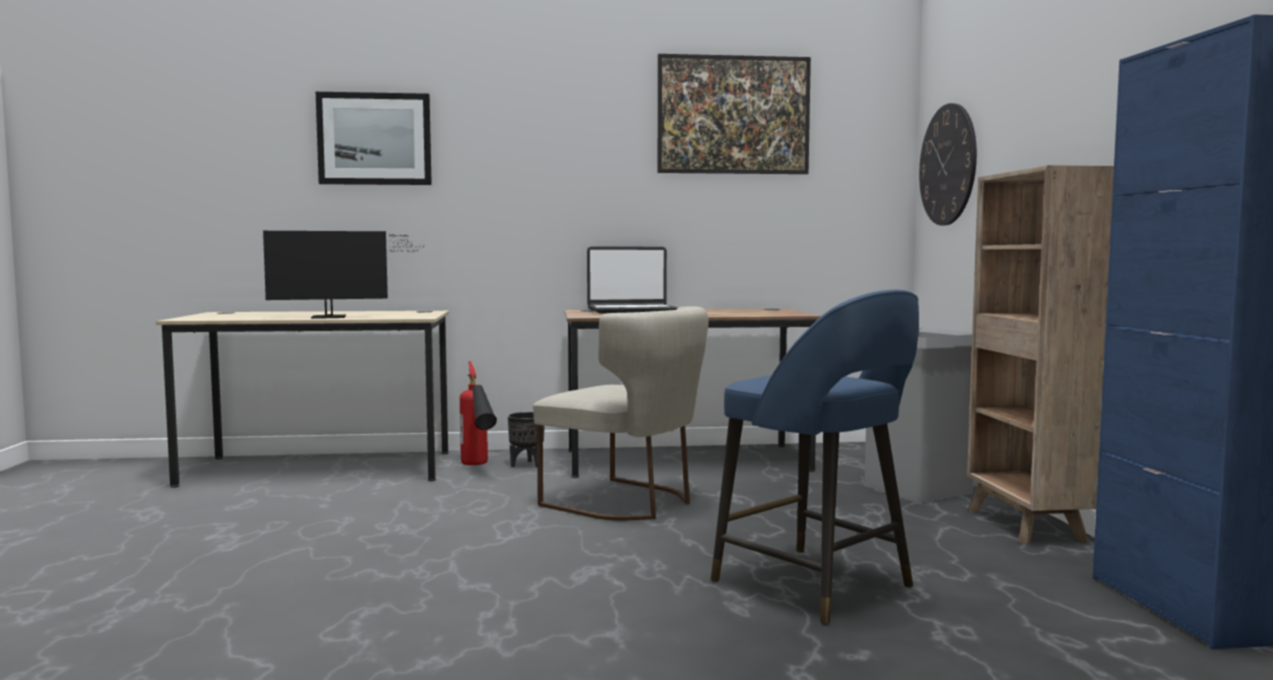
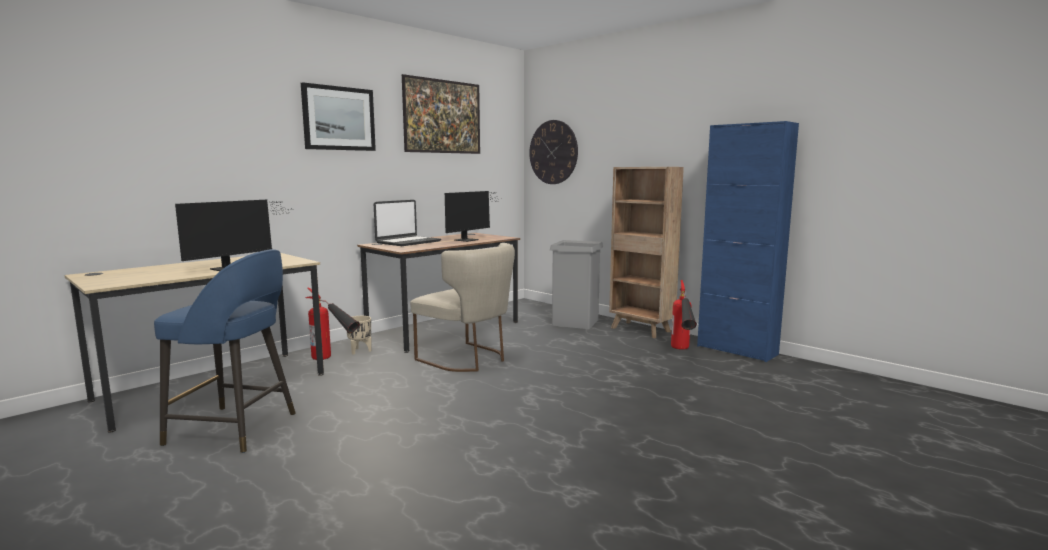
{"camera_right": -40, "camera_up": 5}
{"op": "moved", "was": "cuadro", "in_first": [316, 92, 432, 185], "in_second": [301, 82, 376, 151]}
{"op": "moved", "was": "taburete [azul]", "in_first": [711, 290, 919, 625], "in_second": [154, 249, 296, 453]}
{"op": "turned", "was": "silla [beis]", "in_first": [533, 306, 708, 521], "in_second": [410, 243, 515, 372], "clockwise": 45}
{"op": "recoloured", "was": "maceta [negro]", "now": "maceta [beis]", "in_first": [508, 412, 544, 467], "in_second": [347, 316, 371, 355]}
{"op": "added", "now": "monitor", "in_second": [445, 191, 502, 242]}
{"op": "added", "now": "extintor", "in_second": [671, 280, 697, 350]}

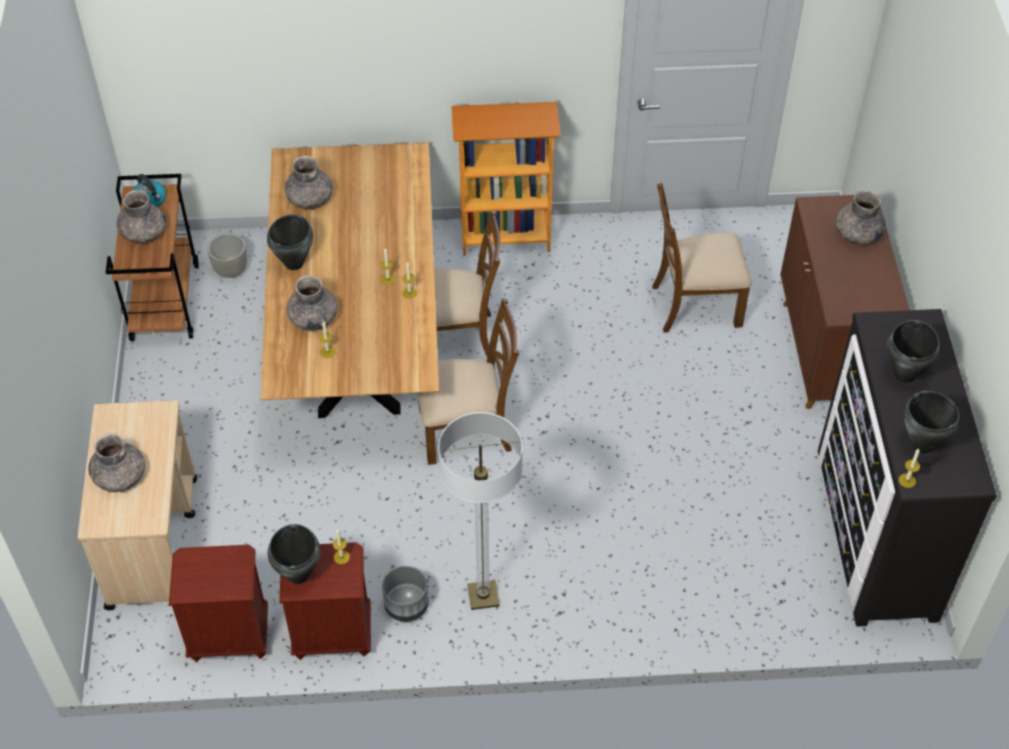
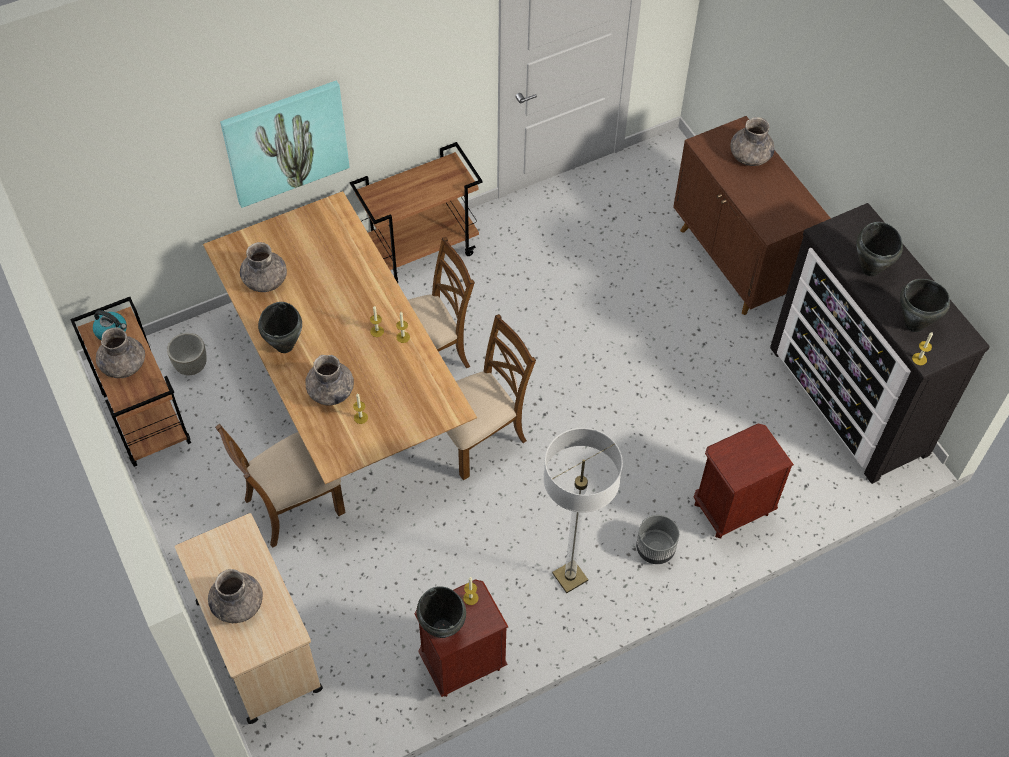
{"camera_right": -25, "camera_up": 5}
{"op": "replaced", "was": "estantería", "now": "carrito [marrón]", "in_first": [451, 102, 561, 256], "in_second": [350, 142, 483, 283]}
{"op": "moved", "was": "silla [marrón]", "in_first": [652, 183, 752, 333], "in_second": [215, 424, 346, 548]}
{"op": "moved", "was": "mesita de noche [marrón]", "in_first": [169, 545, 268, 662], "in_second": [693, 424, 794, 539]}
{"op": "moved", "was": "maceta [gris]", "in_first": [382, 566, 429, 622], "in_second": [636, 515, 679, 564]}
{"op": "added", "now": "cuadro", "in_second": [220, 80, 350, 208]}

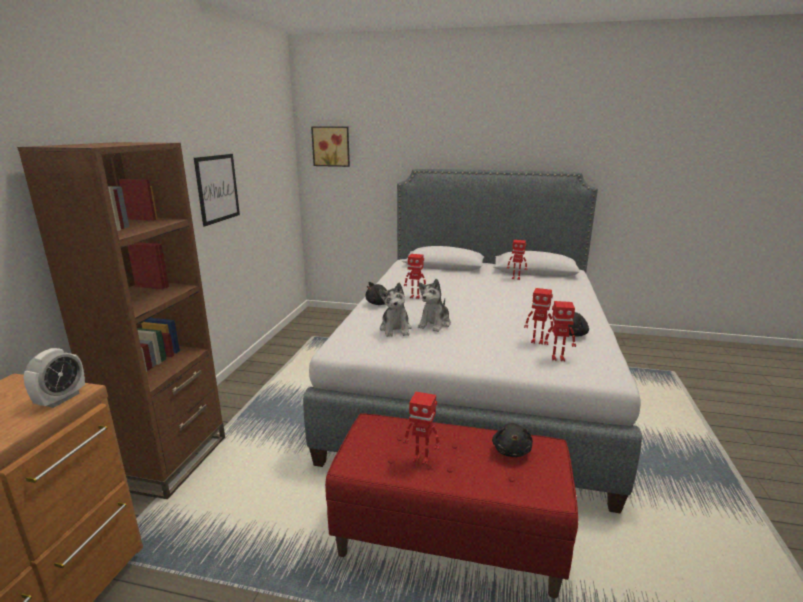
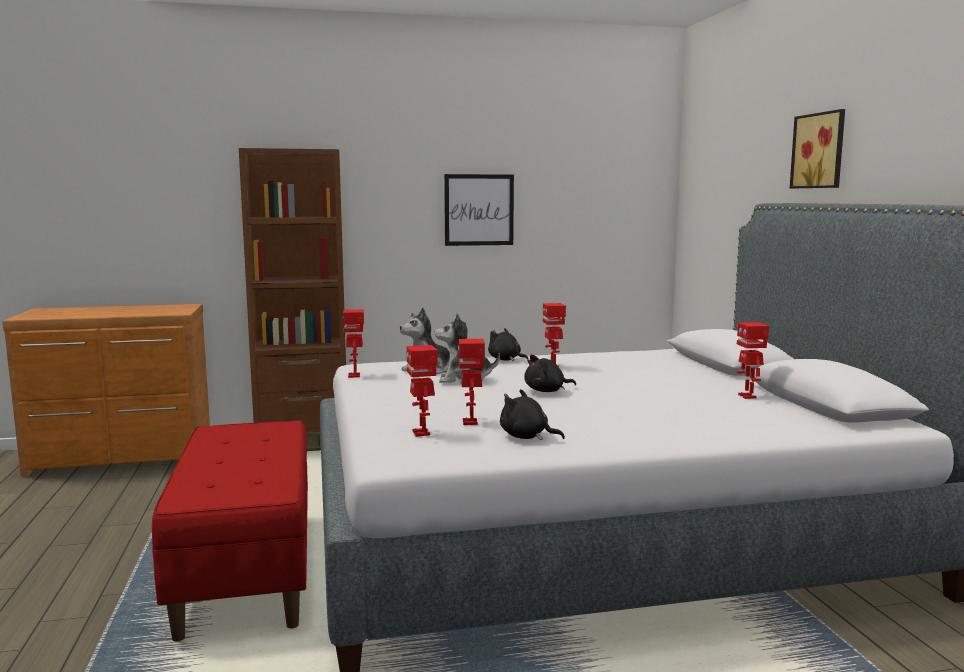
{"camera_right": 65, "camera_up": -10}
{"op": "moved", "was": "cuadro", "in_first": [311, 126, 350, 167], "in_second": [790, 109, 845, 188]}
{"op": "removed", "was": "despertador", "in_first": [23, 348, 85, 408]}
{"op": "moved", "was": "robot de juguete", "in_first": [403, 392, 440, 465], "in_second": [343, 309, 364, 378]}
{"op": "moved", "was": "peluche [negro]", "in_first": [492, 423, 533, 457], "in_second": [524, 355, 576, 392]}

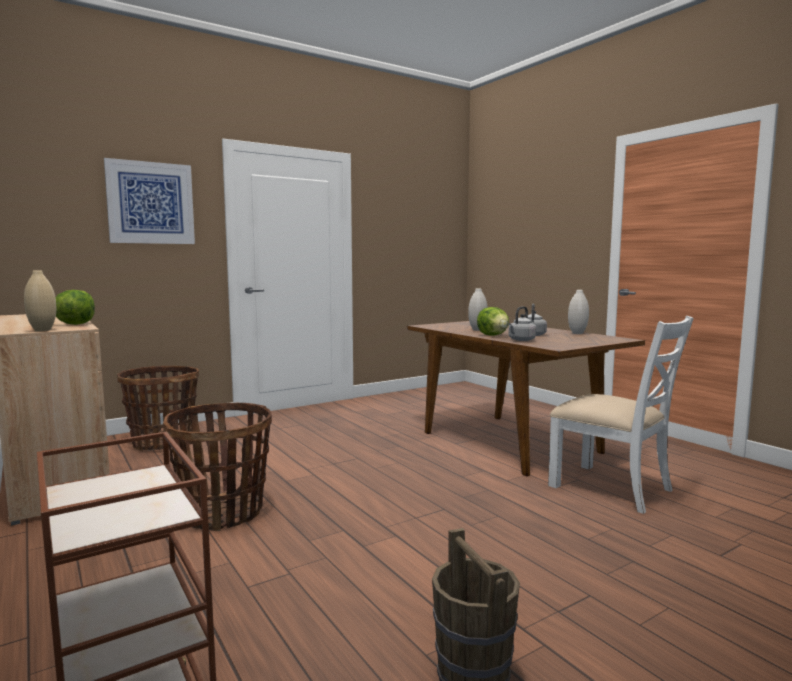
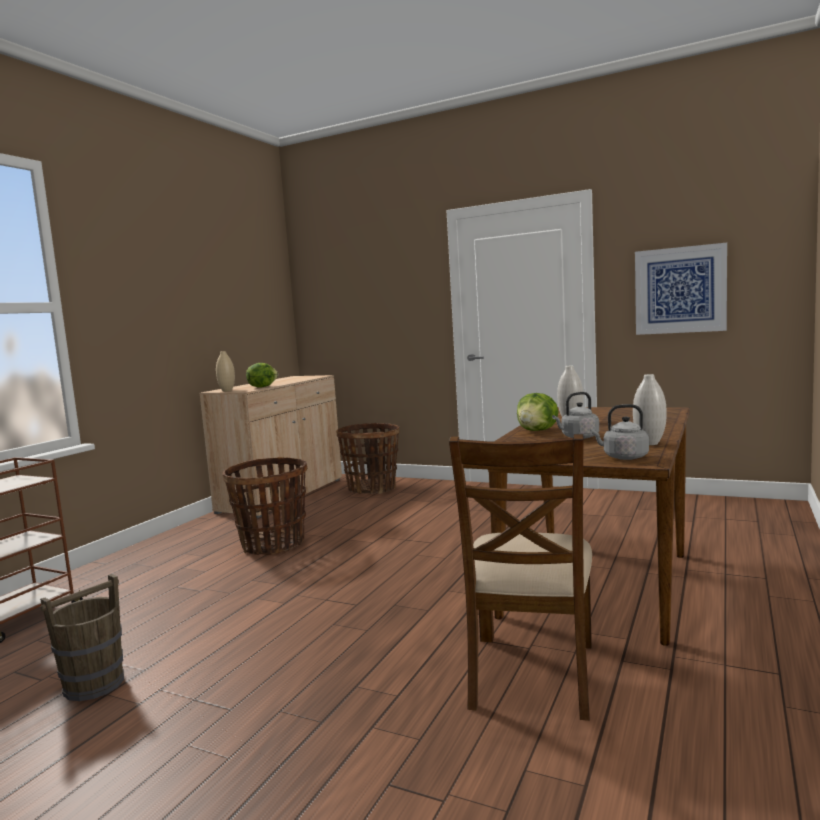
{"camera_right": 60, "camera_up": 0}
{"op": "moved", "was": "cuadro", "in_first": [104, 158, 195, 244], "in_second": [635, 243, 727, 335]}
{"op": "moved", "was": "hervidor [gris]", "in_first": [508, 306, 536, 341], "in_second": [590, 404, 649, 460]}
{"op": "recoloured", "was": "silla [blanco]", "now": "silla [marrón]", "in_first": [548, 316, 694, 514], "in_second": [449, 434, 592, 721]}

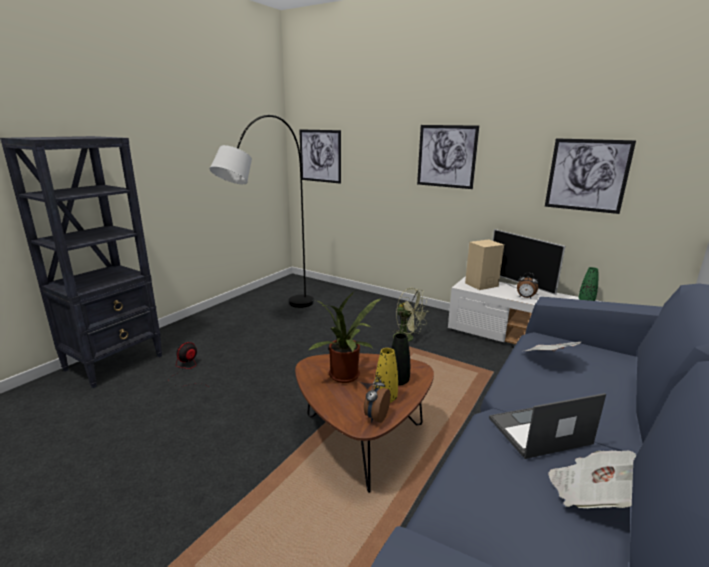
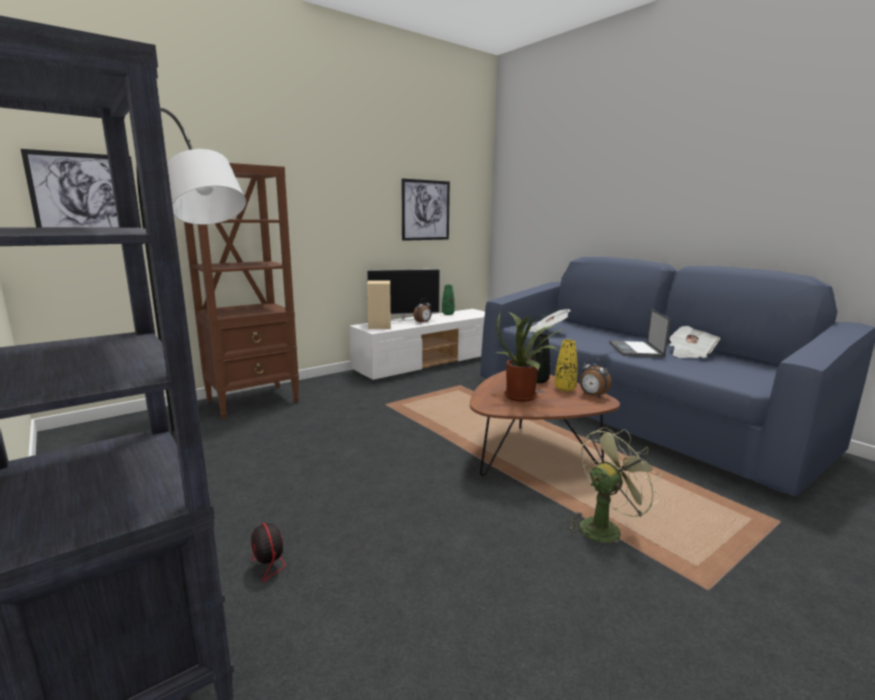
{"camera_right": -70, "camera_up": -5}
{"op": "removed", "was": "cuadro", "in_first": [417, 125, 479, 189]}
{"op": "moved", "was": "ventilador [verde]", "in_first": [393, 288, 429, 342], "in_second": [568, 427, 662, 543]}
{"op": "added", "now": "estantería [marrón]", "in_second": [184, 163, 299, 419]}

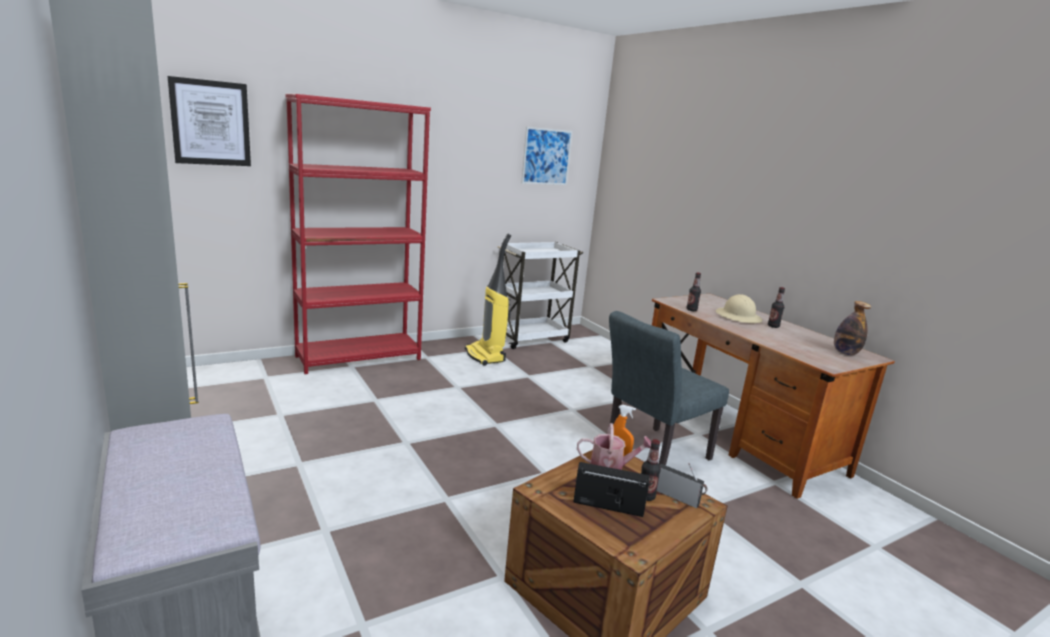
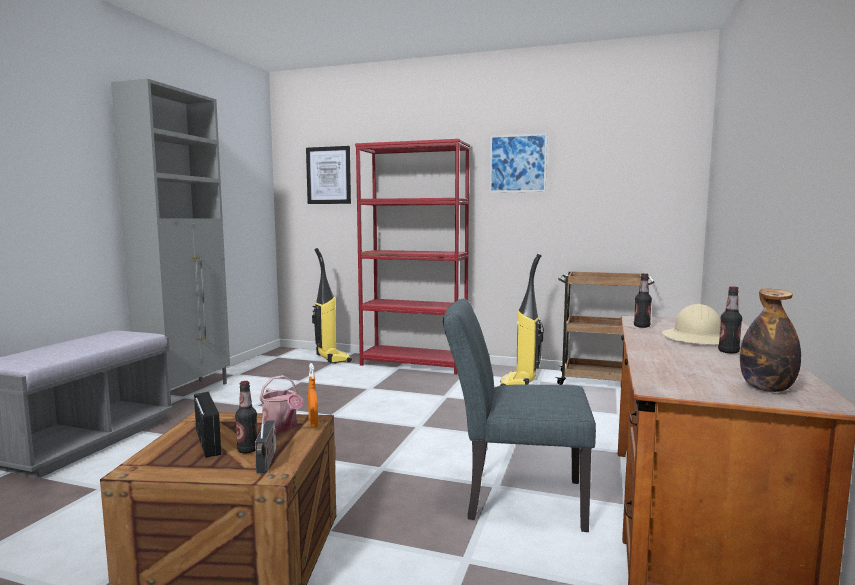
{"camera_right": 50, "camera_up": -10}
{"op": "moved", "was": "cuadro", "in_first": [522, 127, 573, 185], "in_second": [489, 133, 547, 193]}
{"op": "recoloured", "was": "carrito [blanco]", "now": "carrito [marrón]", "in_first": [497, 242, 583, 349], "in_second": [554, 271, 655, 385]}
{"op": "added", "now": "aspiradora", "in_second": [312, 248, 352, 364]}

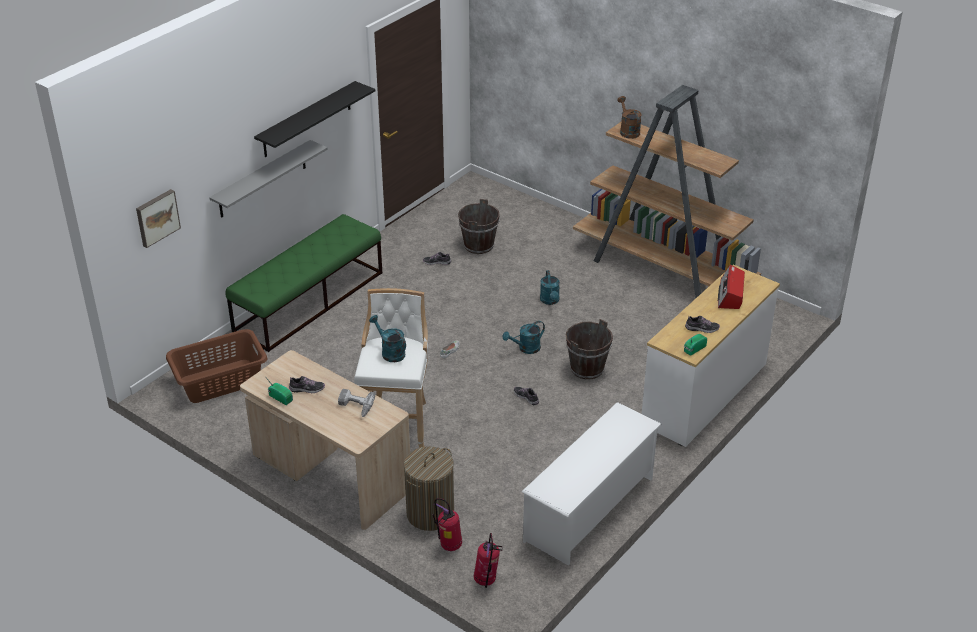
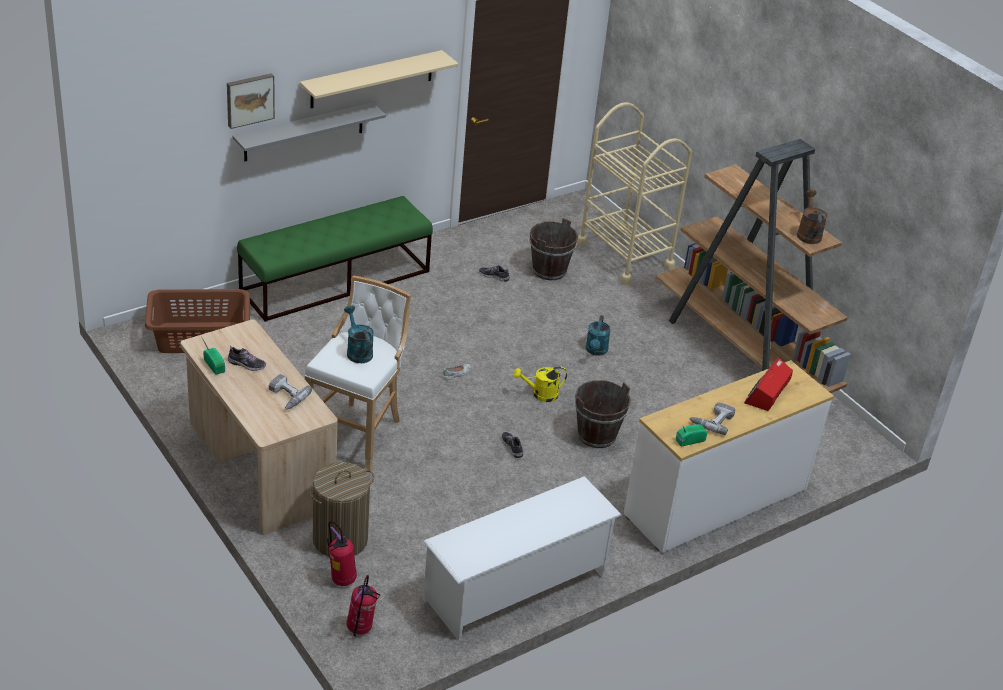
{"camera_right": 15, "camera_up": 0}
{"op": "recoloured", "was": "estante [negro]", "now": "estante [beis]", "in_first": [254, 81, 375, 158], "in_second": [300, 50, 458, 108]}
{"op": "moved", "was": "regadera [marrón]", "in_first": [617, 96, 642, 139], "in_second": [797, 190, 828, 244]}
{"op": "moved", "was": "cuadro", "in_first": [136, 189, 181, 248], "in_second": [227, 73, 275, 129]}
{"op": "replaced", "was": "zapato", "now": "taladro", "in_first": [685, 315, 720, 333], "in_second": [689, 402, 735, 435]}
{"op": "recoloured", "was": "regadera [turquesa]", "now": "regadera [amarillo]", "in_first": [502, 321, 545, 354], "in_second": [513, 366, 567, 402]}
{"op": "added", "now": "carrito [beis]", "in_second": [577, 102, 692, 285]}

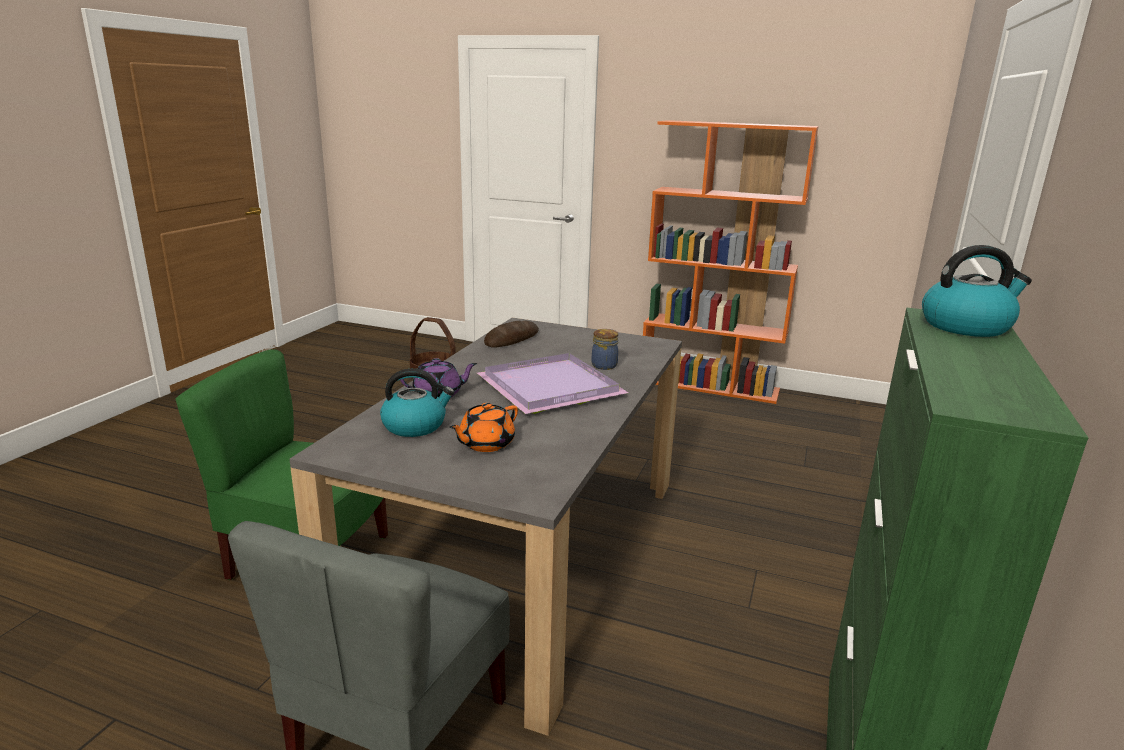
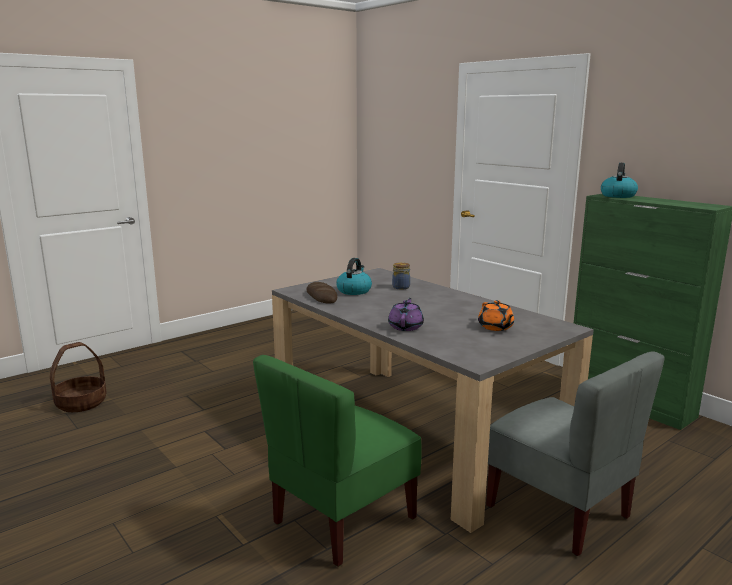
{"camera_right": -60, "camera_up": -5}
{"op": "removed", "was": "estantería [naranja]", "in_first": [643, 120, 819, 404]}
{"op": "removed", "was": "bandeja [morado]", "in_first": [477, 353, 629, 414]}
{"op": "moved", "was": "hervidor", "in_first": [380, 369, 455, 437], "in_second": [336, 258, 372, 295]}

